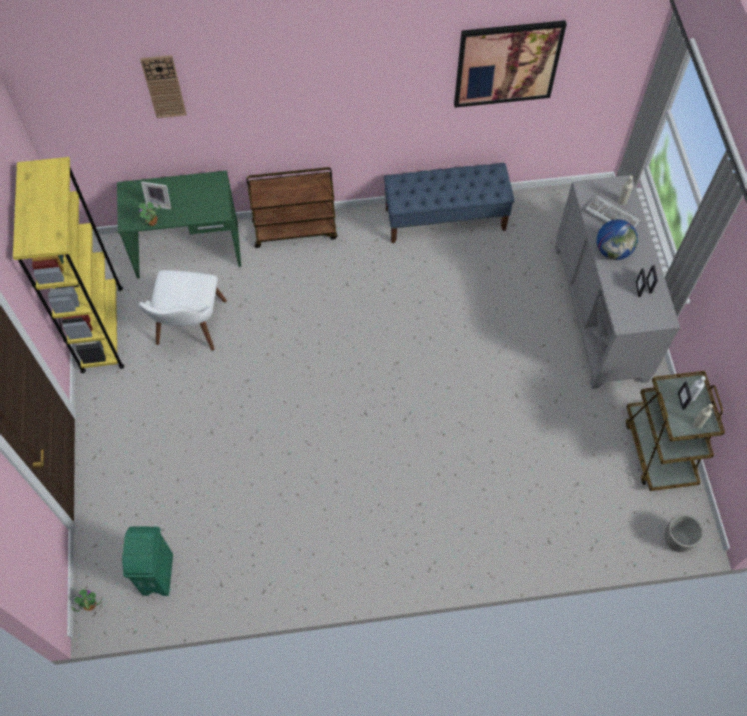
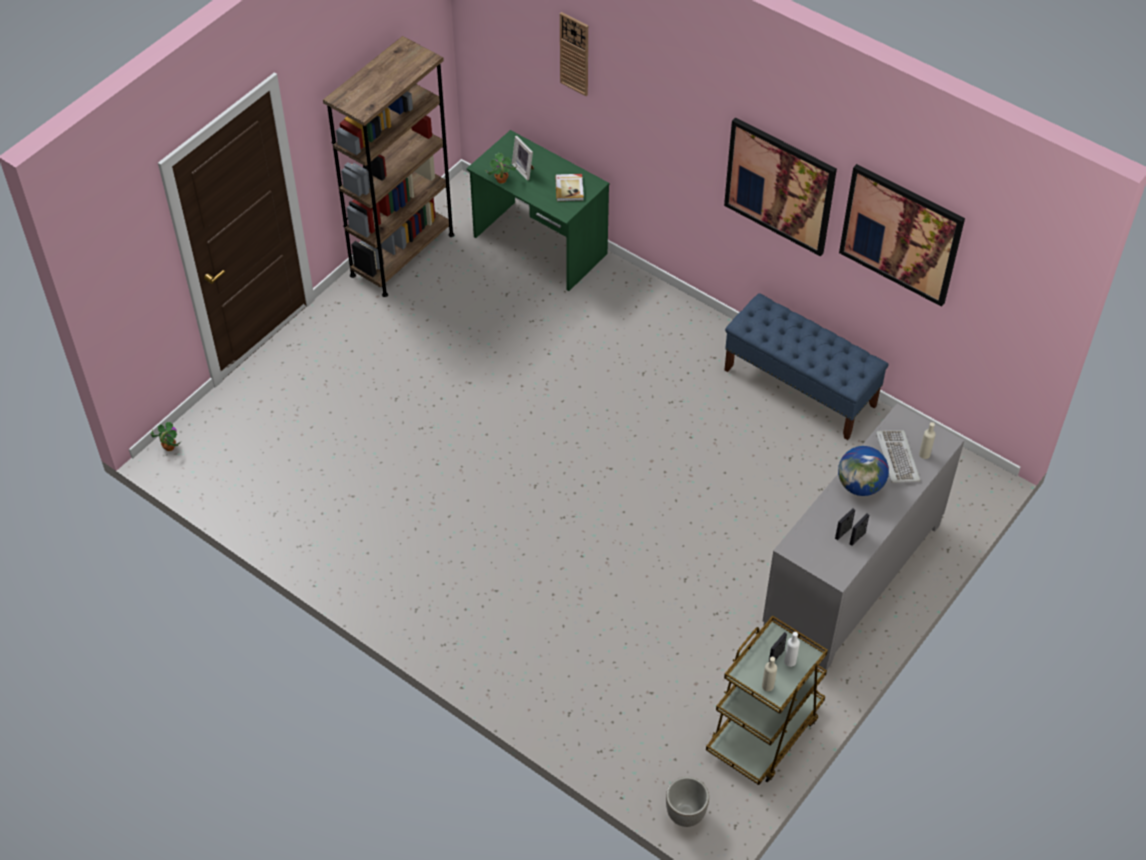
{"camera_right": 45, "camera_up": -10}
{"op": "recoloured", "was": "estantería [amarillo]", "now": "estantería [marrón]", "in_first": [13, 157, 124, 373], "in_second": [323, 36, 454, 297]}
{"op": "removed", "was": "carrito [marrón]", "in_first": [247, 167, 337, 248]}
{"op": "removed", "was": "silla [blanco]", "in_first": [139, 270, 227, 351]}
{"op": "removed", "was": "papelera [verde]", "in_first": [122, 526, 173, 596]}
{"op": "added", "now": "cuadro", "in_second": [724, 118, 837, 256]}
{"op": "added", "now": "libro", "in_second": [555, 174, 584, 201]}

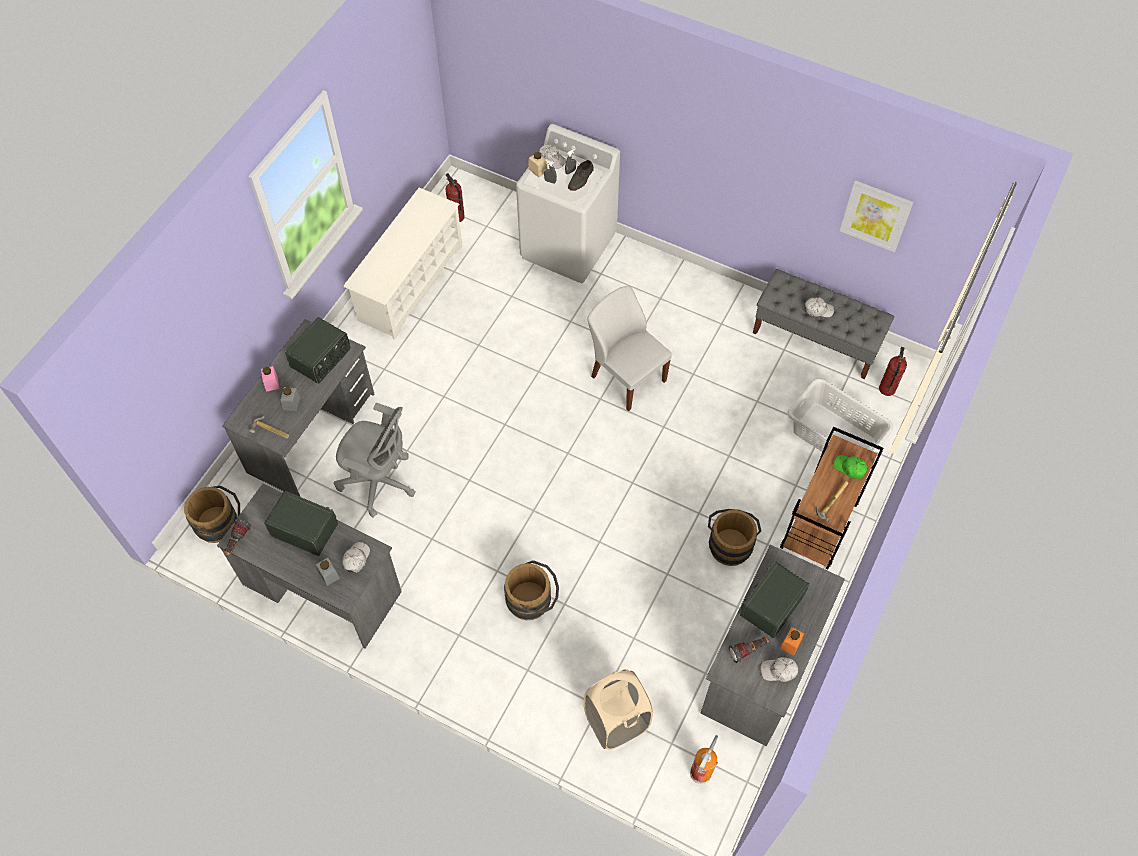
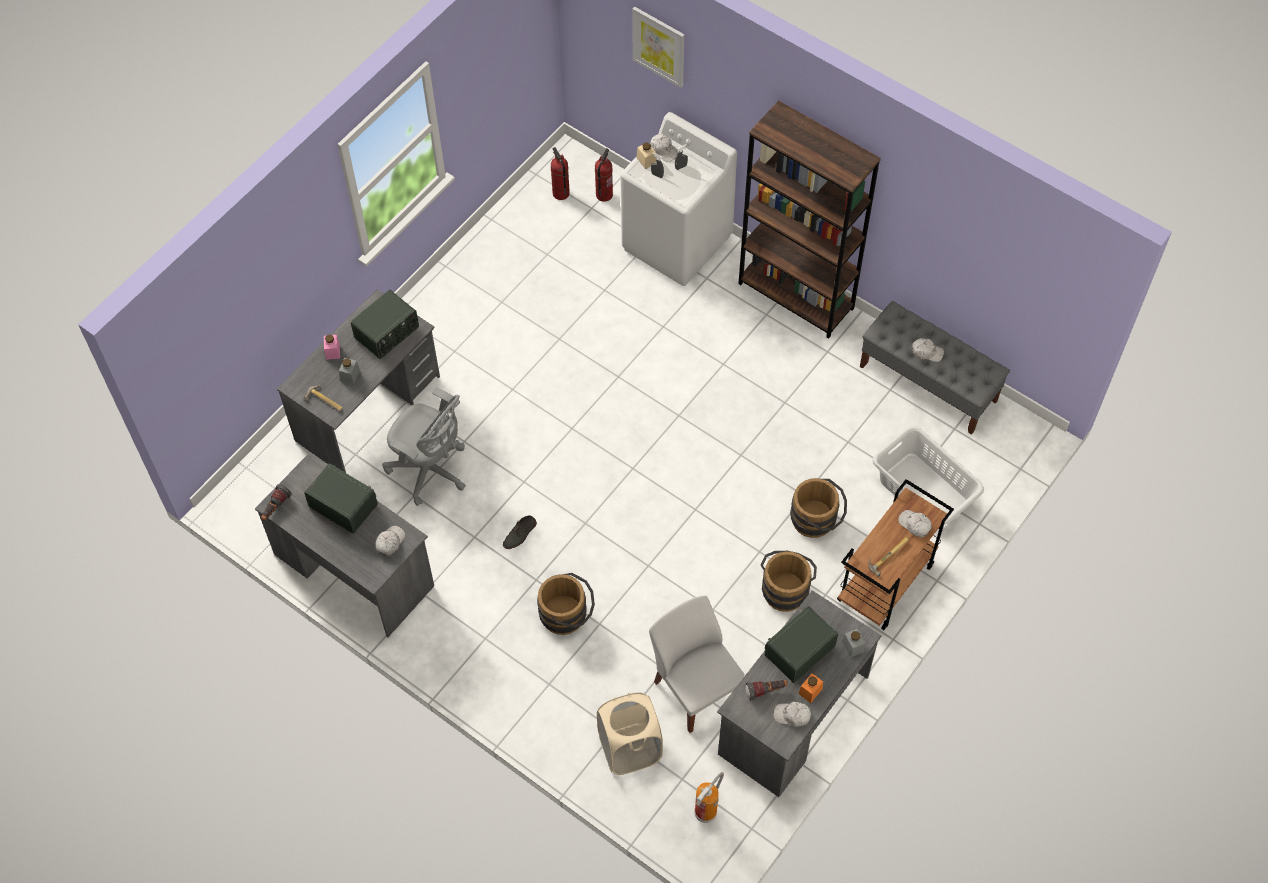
{"camera_right": 10, "camera_up": 0}
{"op": "moved", "was": "zapato [gris]", "in_first": [568, 160, 594, 191], "in_second": [503, 515, 537, 549]}
{"op": "moved", "was": "cuadro", "in_first": [839, 180, 913, 252], "in_second": [632, 7, 684, 88]}
{"op": "removed", "was": "zapatero [blanco]", "in_first": [344, 187, 462, 340]}
{"op": "moved", "was": "silla [blanco]", "in_first": [588, 286, 672, 411], "in_second": [649, 596, 745, 733]}
{"op": "moved", "was": "extintor", "in_first": [879, 347, 907, 396], "in_second": [595, 148, 613, 202]}
{"op": "recoloured", "was": "gorra [verde]", "now": "gorra [blanco]", "in_first": [834, 455, 867, 479], "in_second": [898, 510, 932, 537]}
{"op": "moved", "was": "cubo [marrón]", "in_first": [184, 486, 240, 543], "in_second": [790, 478, 847, 538]}
{"op": "moved", "was": "tarro [gris]", "in_first": [316, 558, 340, 586], "in_second": [842, 629, 865, 657]}
{"op": "added", "now": "estantería [marrón]", "in_second": [738, 101, 881, 339]}

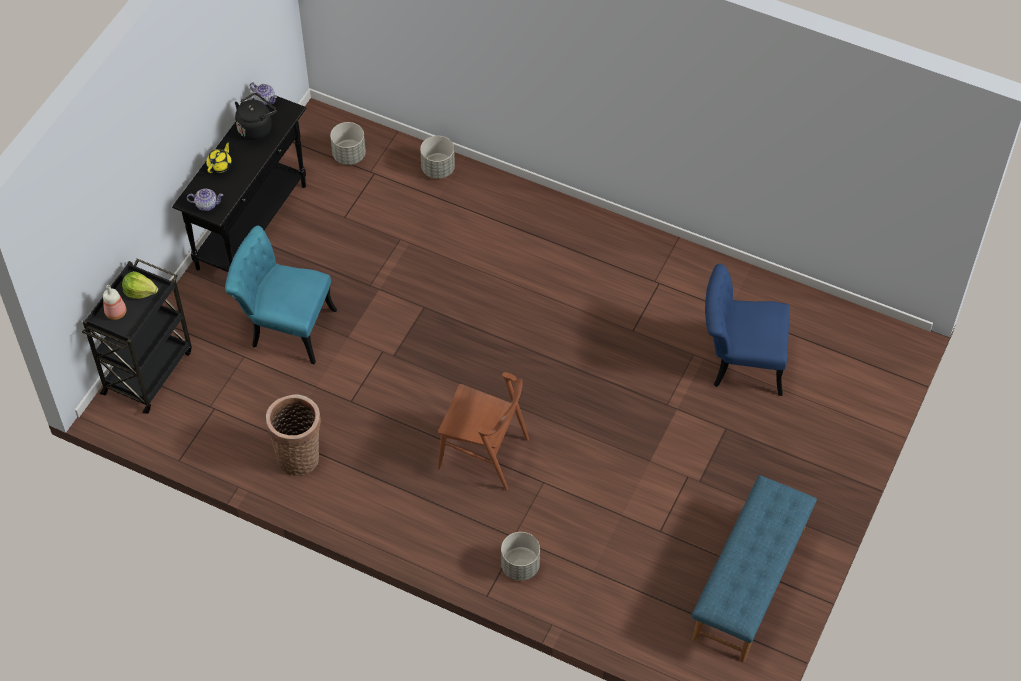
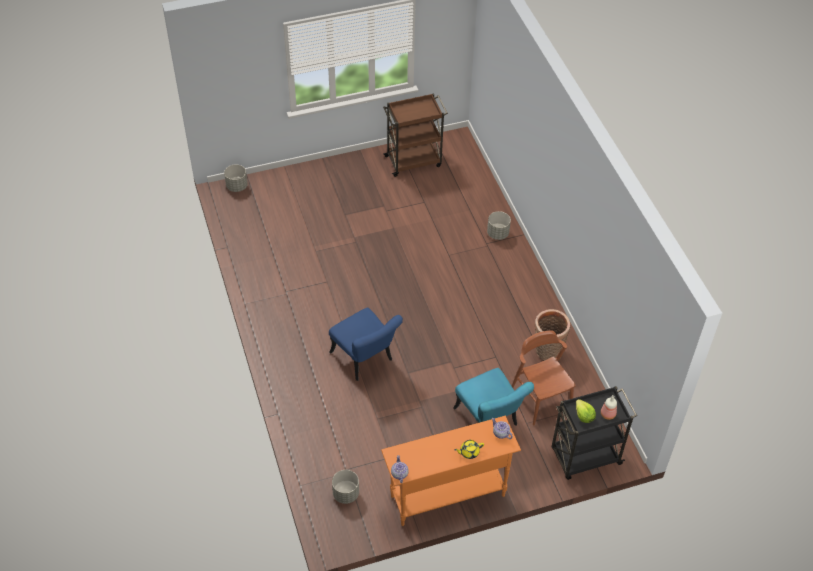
{"camera_right": -135, "camera_up": -5}
{"op": "removed", "was": "hervidor [negro]", "in_first": [235, 93, 277, 140]}
{"op": "recoloured", "was": "mesa consola [negro]", "now": "mesa consola [naranja]", "in_first": [172, 96, 307, 272], "in_second": [381, 416, 521, 526]}
{"op": "moved", "was": "maceta [gris]", "in_first": [420, 136, 455, 179], "in_second": [224, 165, 248, 192]}
{"op": "moved", "was": "silla [azul]", "in_first": [705, 264, 790, 396], "in_second": [329, 308, 403, 381]}
{"op": "moved", "was": "silla [marrón]", "in_first": [438, 372, 529, 490], "in_second": [512, 330, 576, 425]}
{"op": "replaced", "was": "banco [azul]", "now": "carrito [marrón]", "in_first": [692, 475, 817, 662], "in_second": [383, 93, 448, 177]}

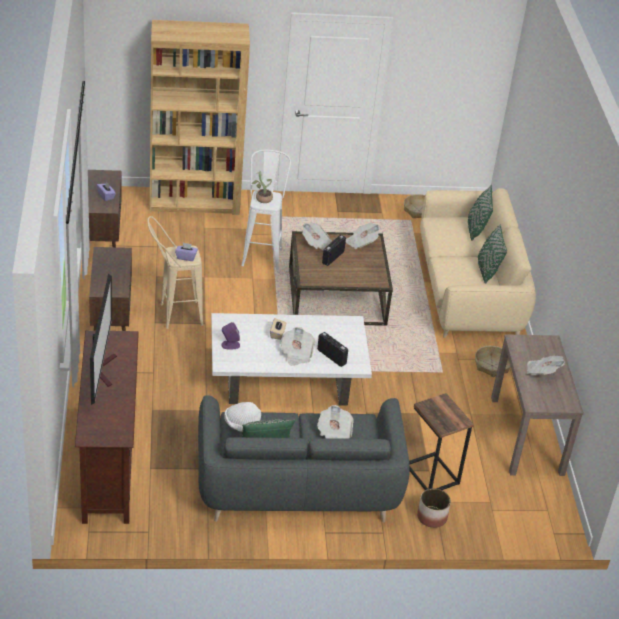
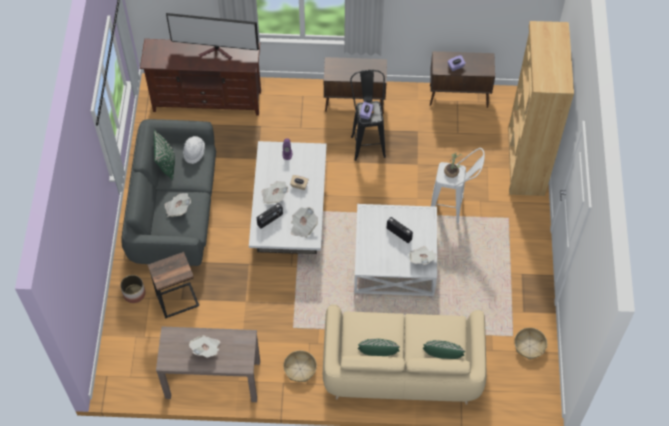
{"camera_right": 100, "camera_up": 20}
{"op": "recoloured", "was": "taburete [beis]", "now": "taburete [negro]", "in_first": [147, 216, 203, 329], "in_second": [350, 70, 386, 161]}
{"op": "moved", "was": "periódico", "in_first": [302, 223, 332, 250], "in_second": [291, 207, 318, 238]}
{"op": "recoloured", "was": "mesa de centro [marrón]", "now": "mesa de centro [blanco]", "in_first": [289, 231, 393, 326], "in_second": [354, 204, 437, 296]}

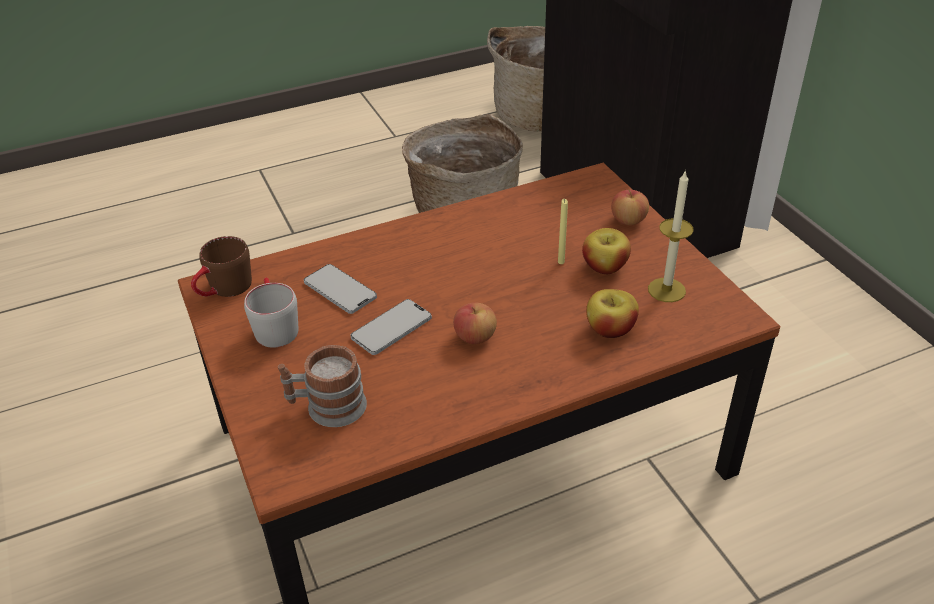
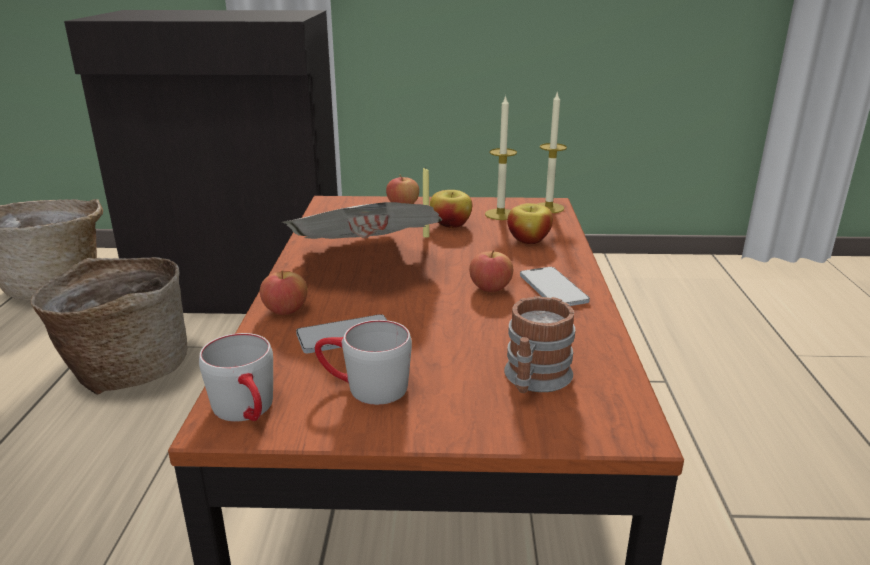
{"camera_right": -65, "camera_up": -15}
{"op": "recoloured", "was": "taza grande [marrón]", "now": "taza grande [gris]", "in_first": [191, 236, 252, 297], "in_second": [199, 333, 273, 422]}
{"op": "moved", "was": "móvil", "in_first": [350, 299, 432, 355], "in_second": [520, 267, 590, 306]}
{"op": "added", "now": "vela", "in_second": [538, 91, 567, 213]}
{"op": "added", "now": "periódico", "in_second": [282, 202, 443, 239]}
{"op": "added", "now": "manzana", "in_second": [260, 270, 308, 315]}

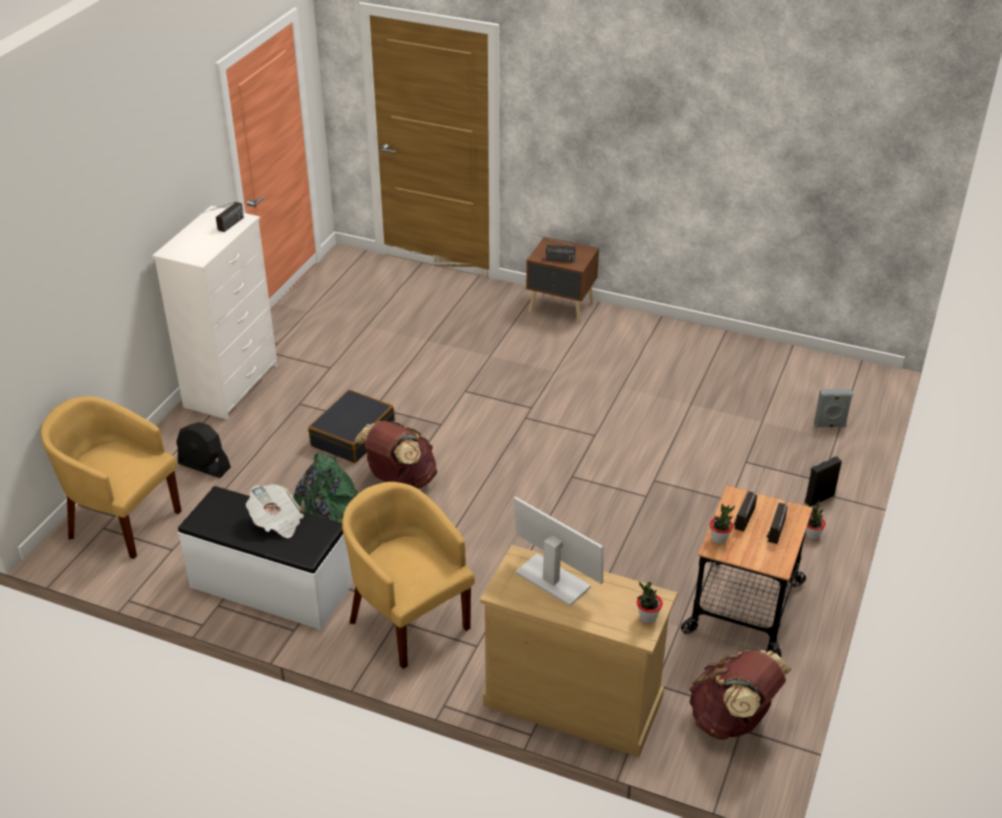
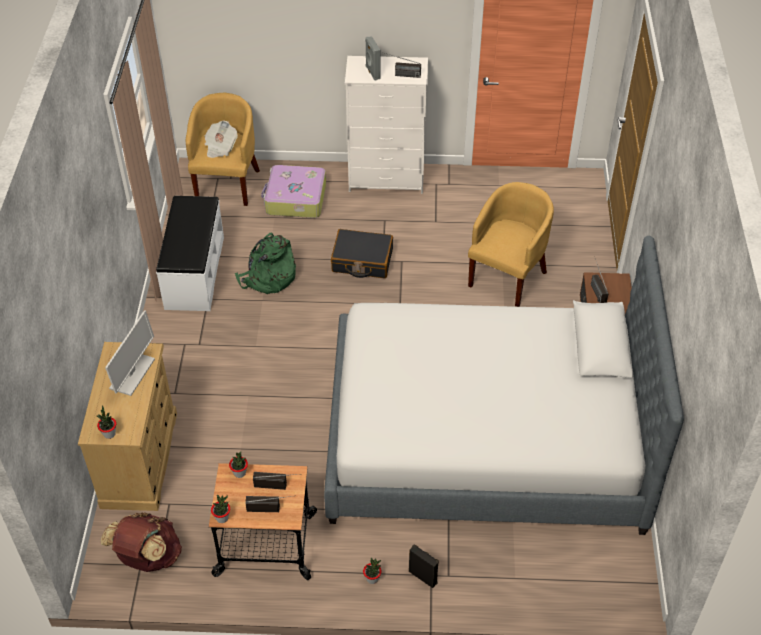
{"camera_right": 70, "camera_up": 10}
{"op": "moved", "was": "altavoz [gris]", "in_first": [814, 389, 853, 428], "in_second": [365, 36, 381, 81]}
{"op": "removed", "was": "mochila [marrón]", "in_first": [355, 421, 437, 489]}
{"op": "replaced", "was": "ventilador [negro]", "now": "maleta", "in_first": [176, 422, 231, 478], "in_second": [261, 165, 326, 218]}
{"op": "moved", "was": "sillón [amarillo]", "in_first": [342, 482, 475, 669], "in_second": [468, 182, 554, 307]}
{"op": "moved", "was": "periódico", "in_first": [246, 484, 304, 538], "in_second": [204, 121, 238, 158]}
{"op": "added", "now": "cama", "in_second": [324, 235, 684, 535]}
{"op": "added", "now": "planta en maceta", "in_second": [211, 495, 230, 523]}

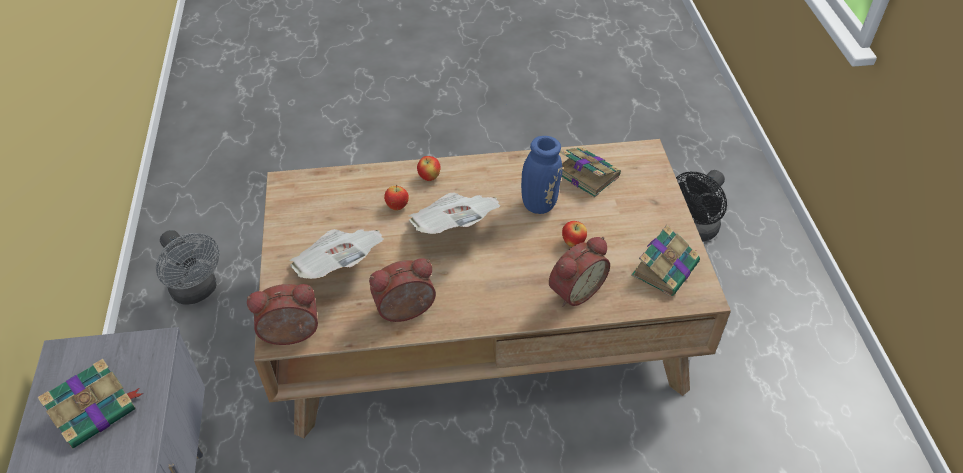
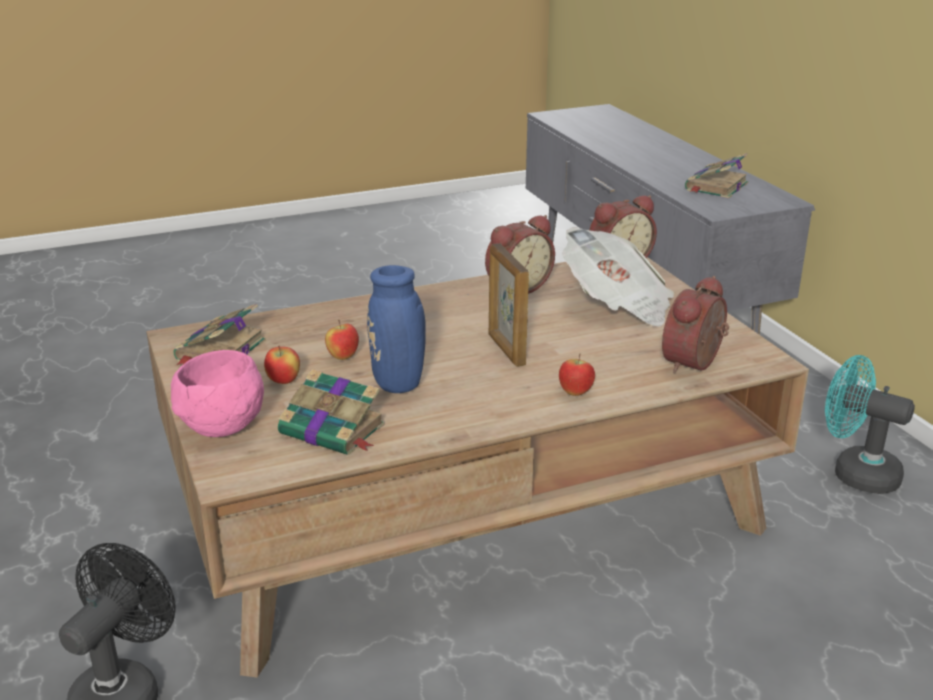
{"camera_right": 165, "camera_up": -20}
{"op": "moved", "was": "manzana", "in_first": [384, 184, 409, 211], "in_second": [264, 346, 300, 384]}
{"op": "replaced", "was": "periódico", "now": "portarretratos", "in_first": [409, 192, 501, 234], "in_second": [489, 243, 529, 367]}
{"op": "recoloured", "was": "ventilador [gris]", "now": "ventilador [turquesa]", "in_first": [156, 230, 219, 305], "in_second": [825, 355, 915, 494]}
{"op": "moved", "was": "despertador", "in_first": [549, 237, 610, 307], "in_second": [662, 276, 729, 374]}
{"op": "added", "now": "cuenco [rosa]", "in_second": [171, 350, 264, 437]}

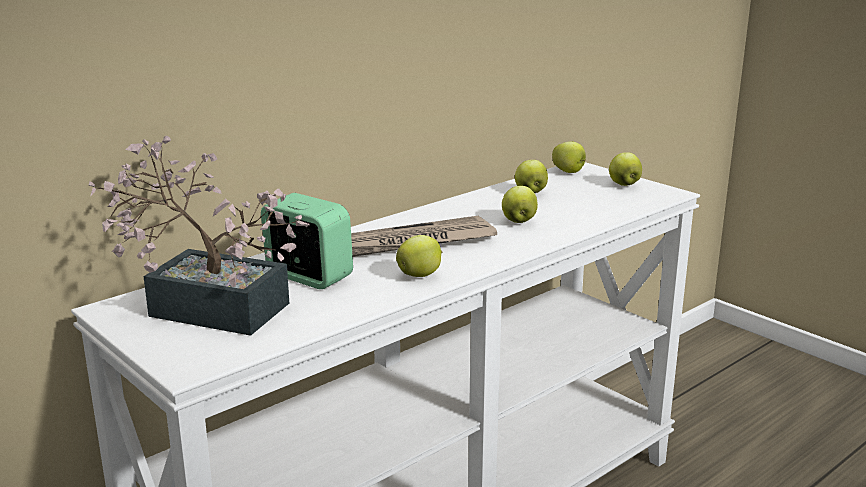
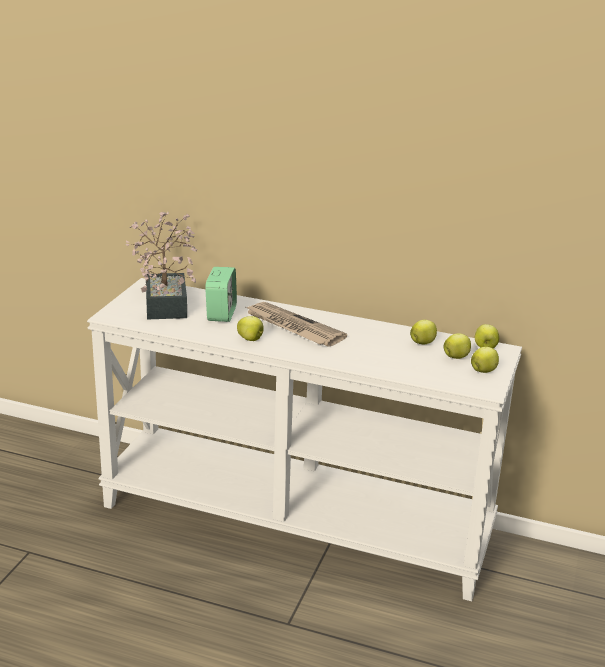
{"camera_right": 60, "camera_up": 5}
{"op": "moved", "was": "manzana", "in_first": [502, 186, 538, 223], "in_second": [443, 333, 471, 359]}

